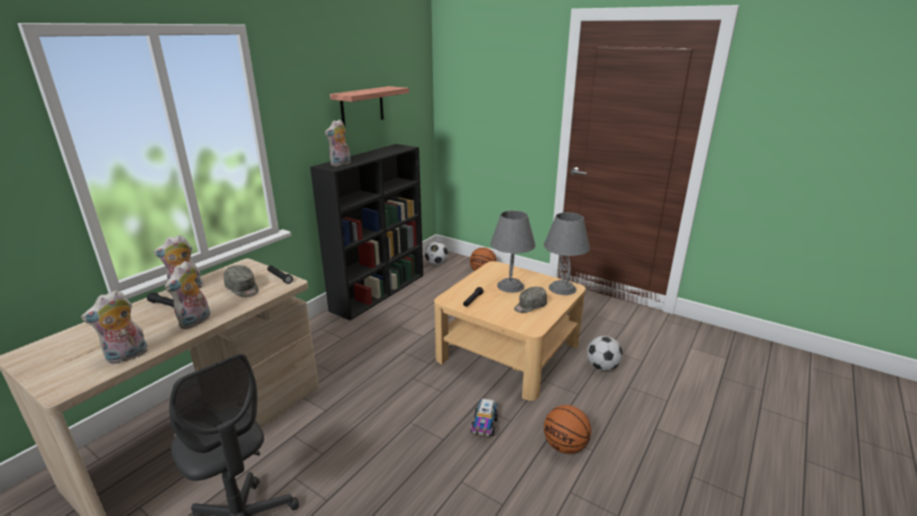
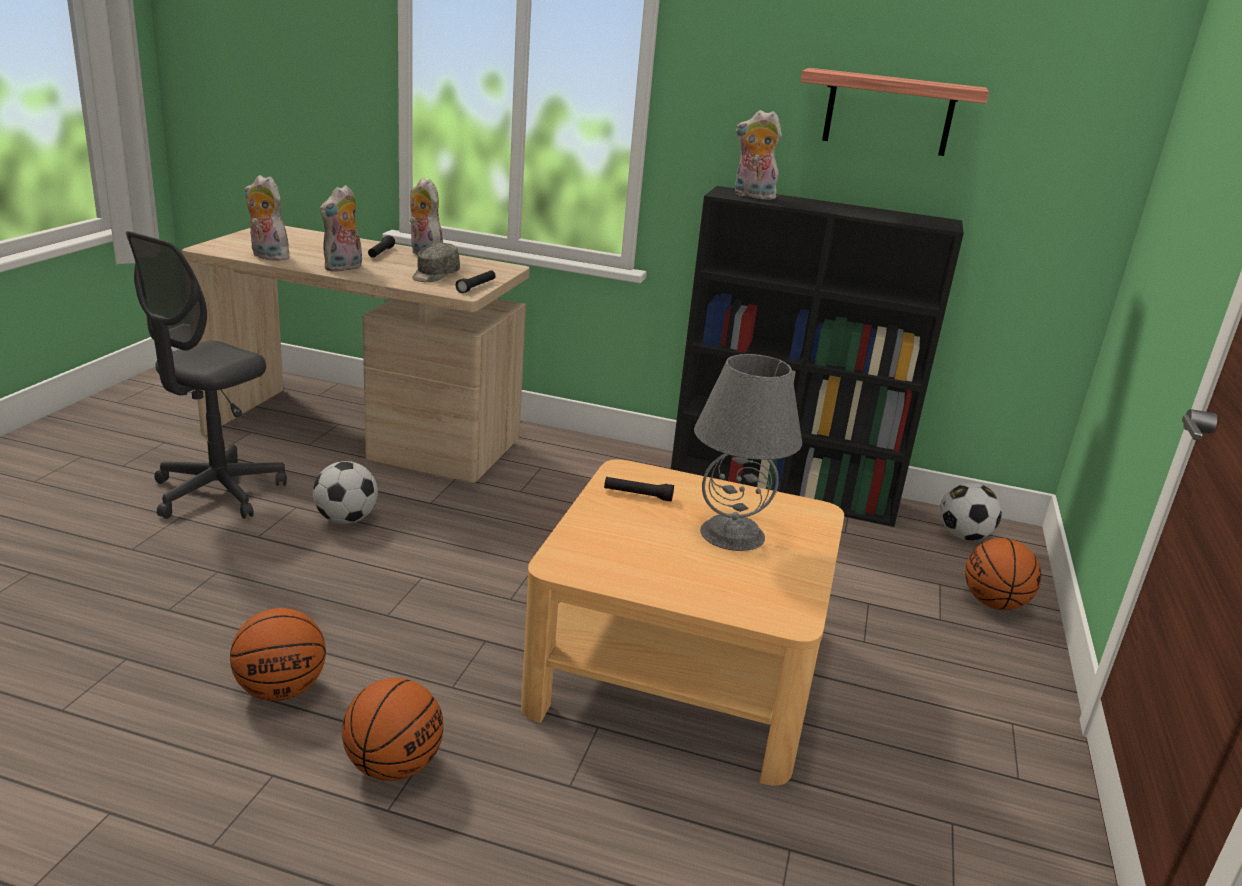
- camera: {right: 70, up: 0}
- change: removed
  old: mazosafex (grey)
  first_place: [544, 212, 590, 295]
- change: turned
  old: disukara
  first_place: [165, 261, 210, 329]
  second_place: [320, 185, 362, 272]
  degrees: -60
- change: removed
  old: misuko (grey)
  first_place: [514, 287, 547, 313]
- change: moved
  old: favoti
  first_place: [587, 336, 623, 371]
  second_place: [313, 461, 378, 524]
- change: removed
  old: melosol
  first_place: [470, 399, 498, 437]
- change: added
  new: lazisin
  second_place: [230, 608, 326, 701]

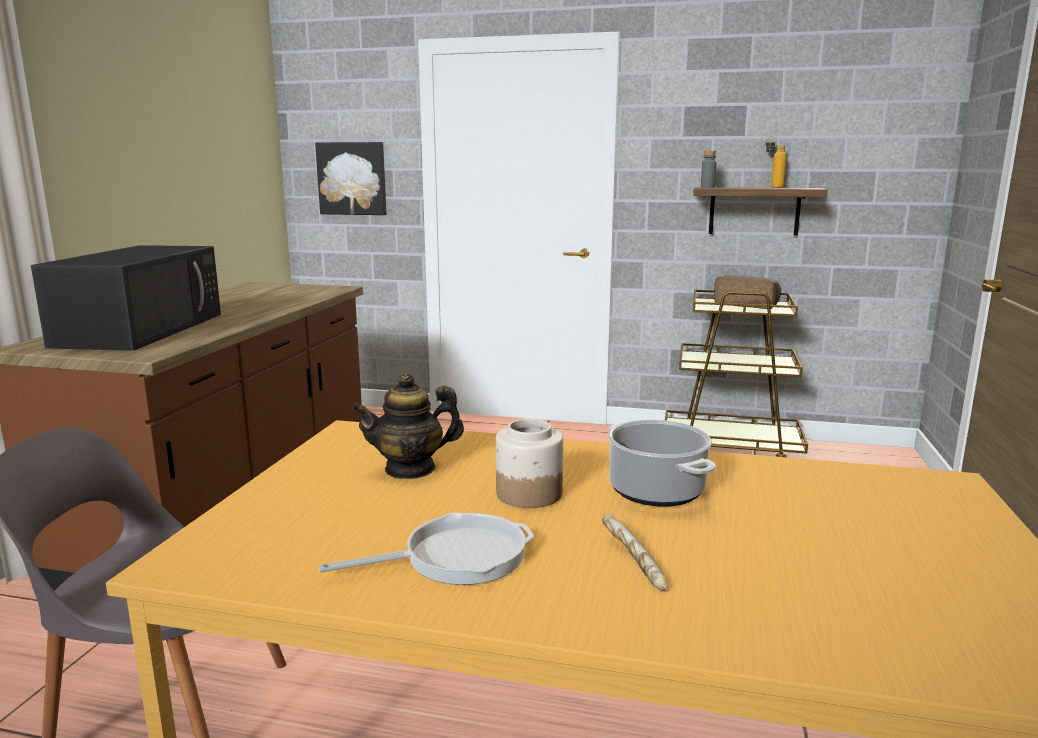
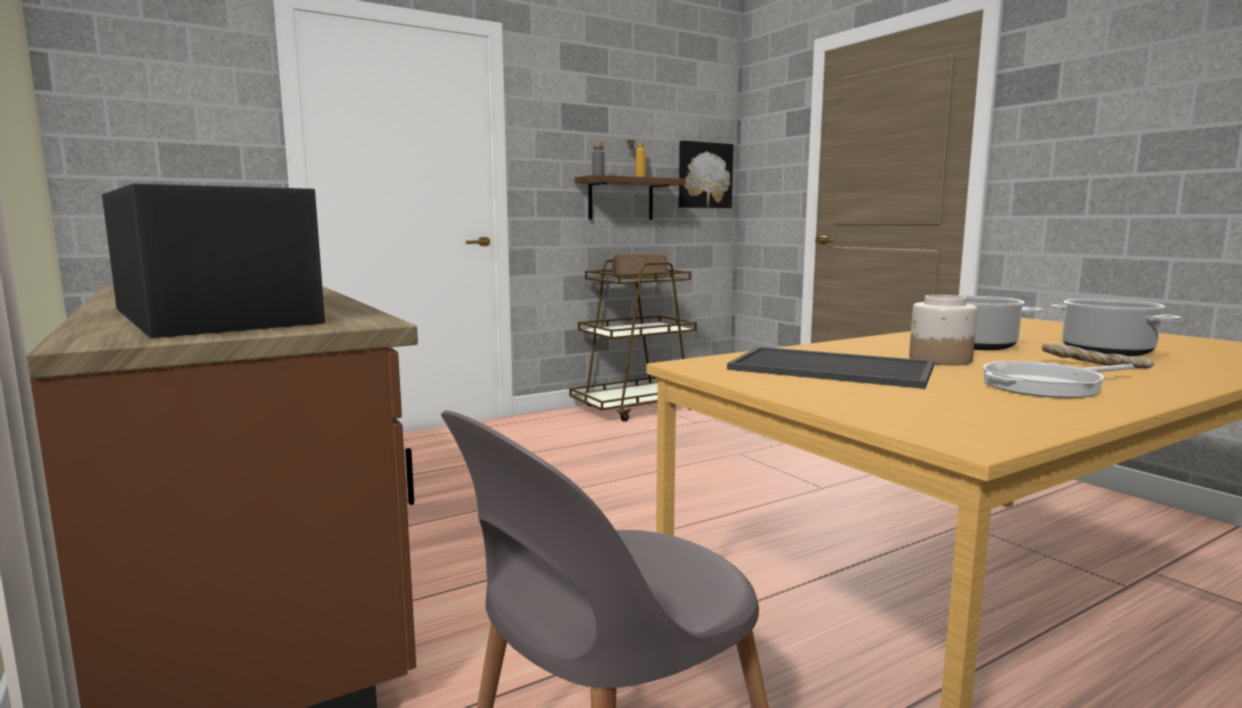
- camera: {right: -45, up: -5}
- change: moved
  old: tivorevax
  first_place: [315, 142, 386, 215]
  second_place: [679, 140, 733, 208]
- change: replaced
  old: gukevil
  new: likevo
  first_place: [352, 373, 464, 479]
  second_place: [727, 347, 934, 389]
- change: turned
  old: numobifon
  first_place: [319, 512, 534, 585]
  second_place: [983, 361, 1134, 398]
  degrees: -135
- change: added
  new: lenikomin
  second_place: [1051, 299, 1182, 356]

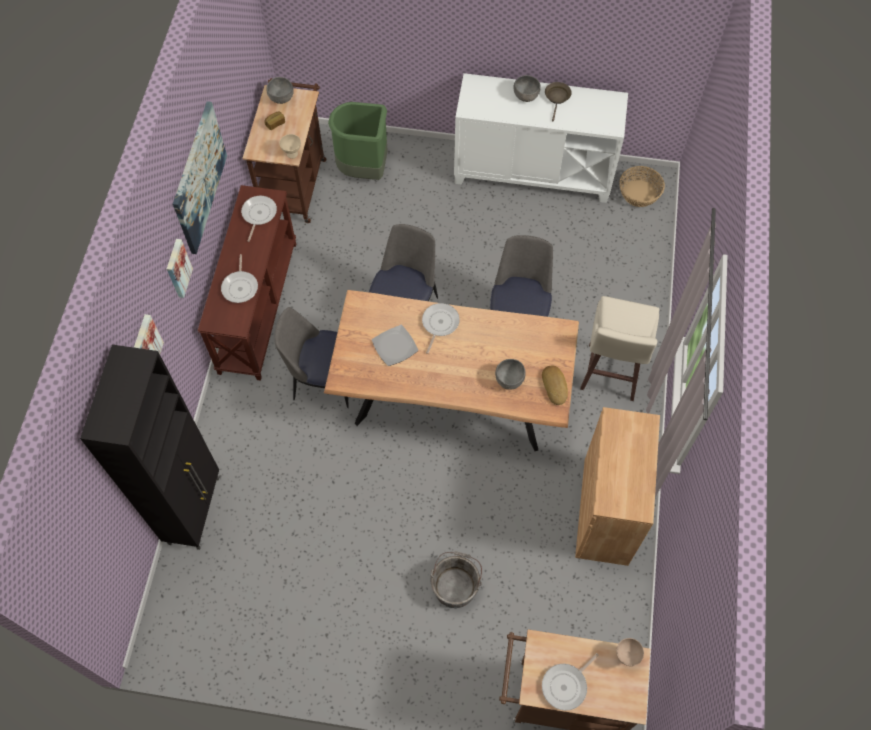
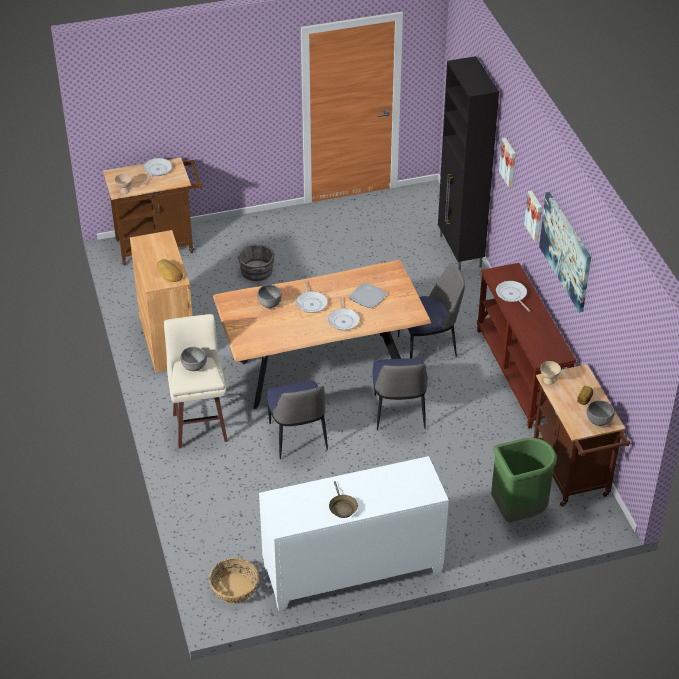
- camera: {right: 155, up: -20}
- change: moved
  old: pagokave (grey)
  first_place: [514, 75, 541, 102]
  second_place: [180, 347, 207, 371]
- change: moved
  old: numobifon
  first_place: [241, 196, 277, 242]
  second_place: [296, 281, 328, 313]
- change: moved
  old: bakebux
  first_place: [542, 366, 568, 405]
  second_place: [157, 259, 183, 282]

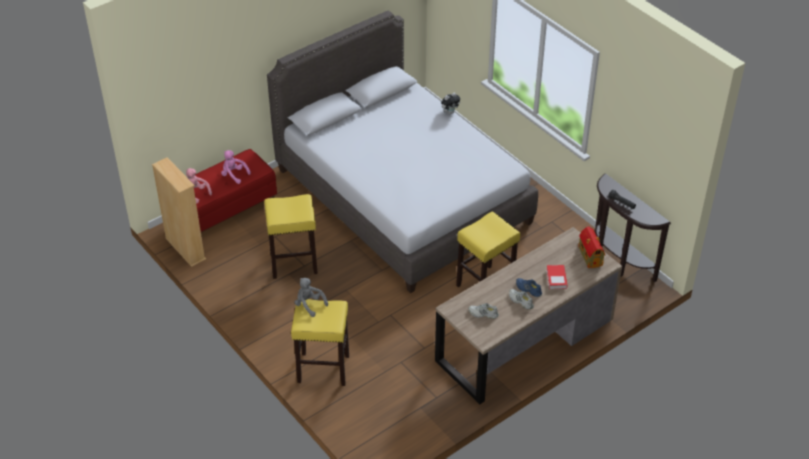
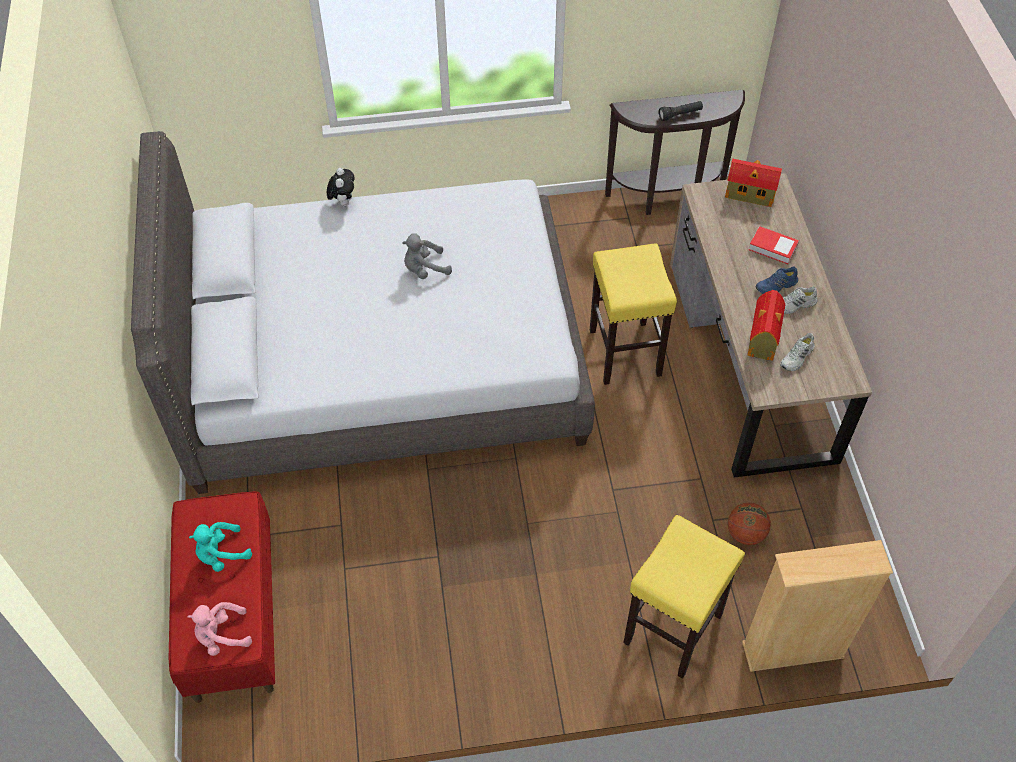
- camera: {right: -60, up: 10}
- change: recoloured
  old: disukara (pink)
  new: disukara (turquoise)
  first_place: [221, 150, 251, 184]
  second_place: [189, 522, 252, 572]
- change: moved
  old: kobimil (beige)
  first_place: [152, 158, 206, 267]
  second_place: [742, 540, 893, 672]
- change: removed
  old: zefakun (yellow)
  first_place: [264, 194, 318, 279]
- change: moved
  old: disukara (grey)
  first_place: [294, 278, 328, 317]
  second_place: [402, 233, 452, 279]
- change: added
  new: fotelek
  second_place: [748, 290, 785, 361]
- change: added
  new: lazisin
  second_place: [728, 503, 771, 545]

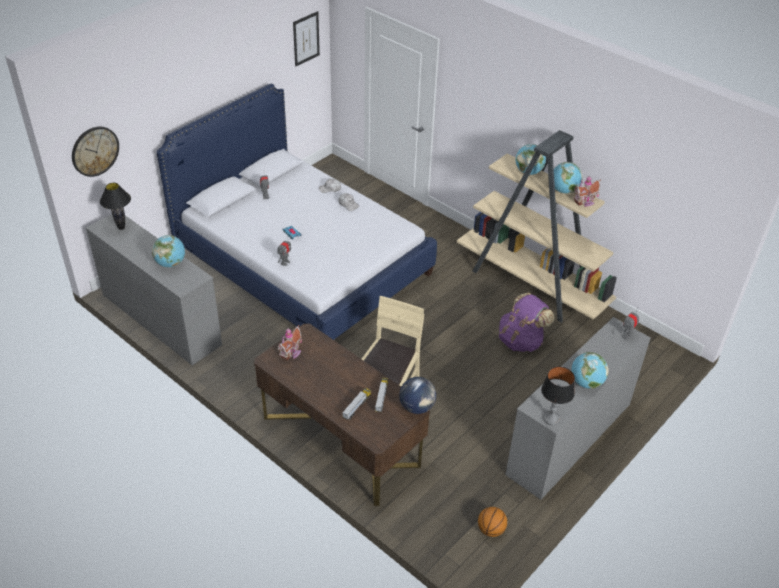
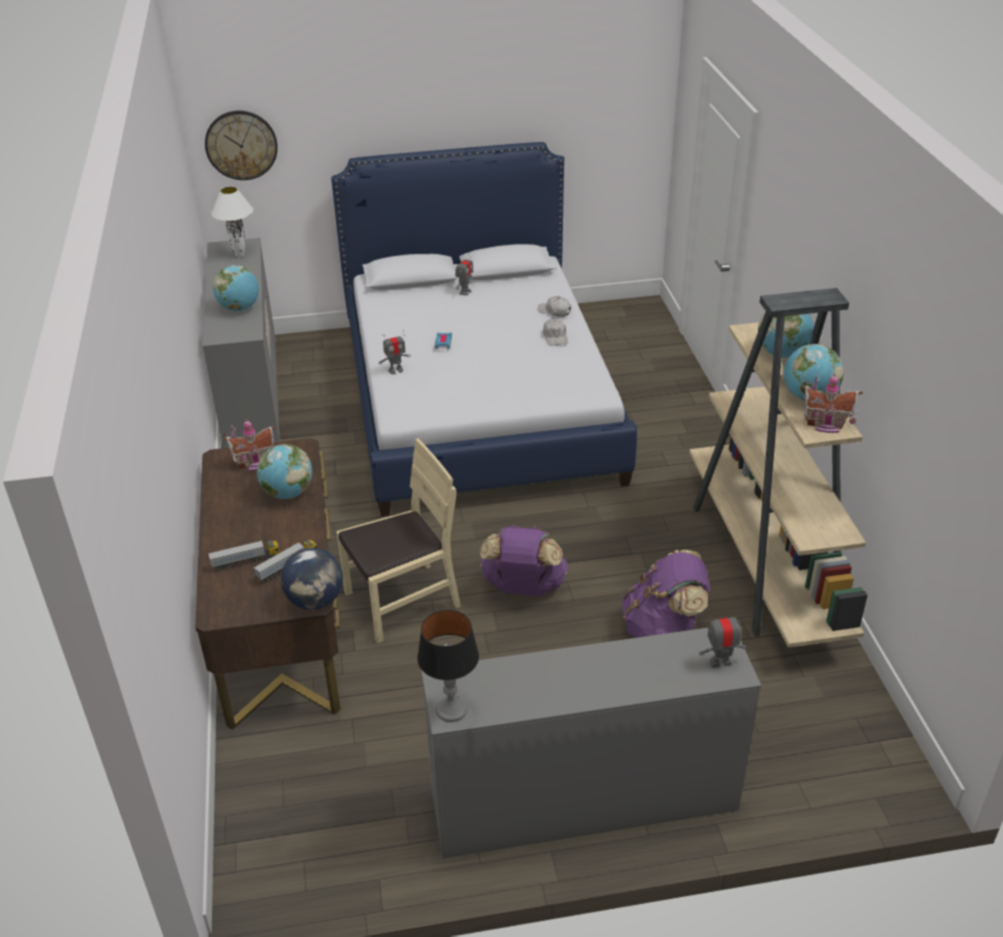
- camera: {right: 40, up: -5}
- change: removed
  old: tivorevax
  first_place: [293, 11, 320, 67]
- change: recoloured
  old: mazosafex (black)
  new: mazosafex (white)
  first_place: [100, 183, 131, 230]
  second_place: [211, 186, 253, 257]
- change: moved
  old: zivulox
  first_place: [571, 352, 609, 389]
  second_place: [257, 444, 312, 499]
- change: removed
  old: lazisin
  first_place: [478, 507, 507, 537]
- change: added
  new: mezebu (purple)
  second_place: [480, 525, 569, 596]

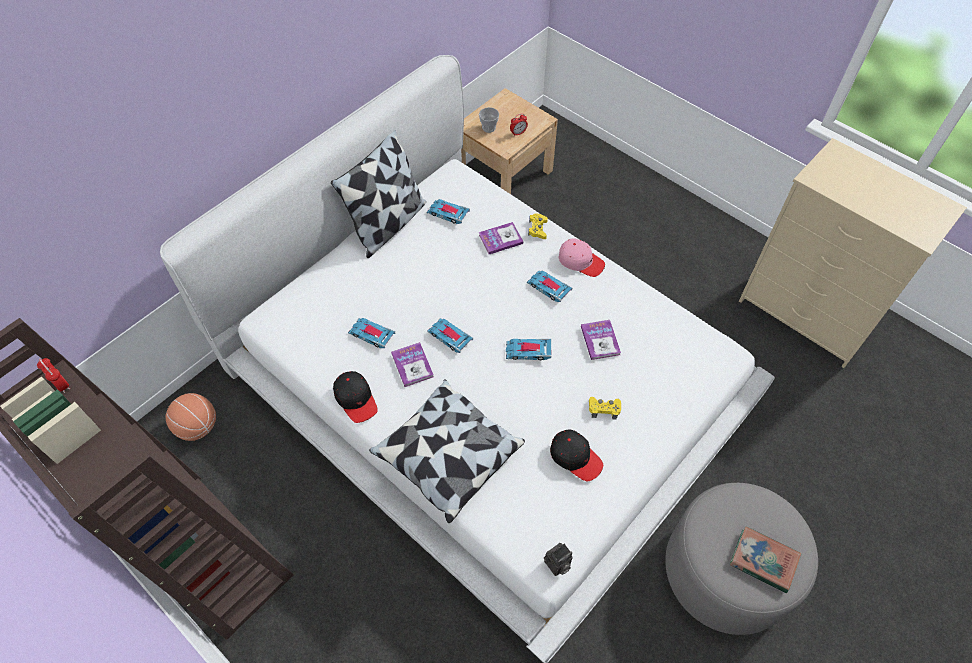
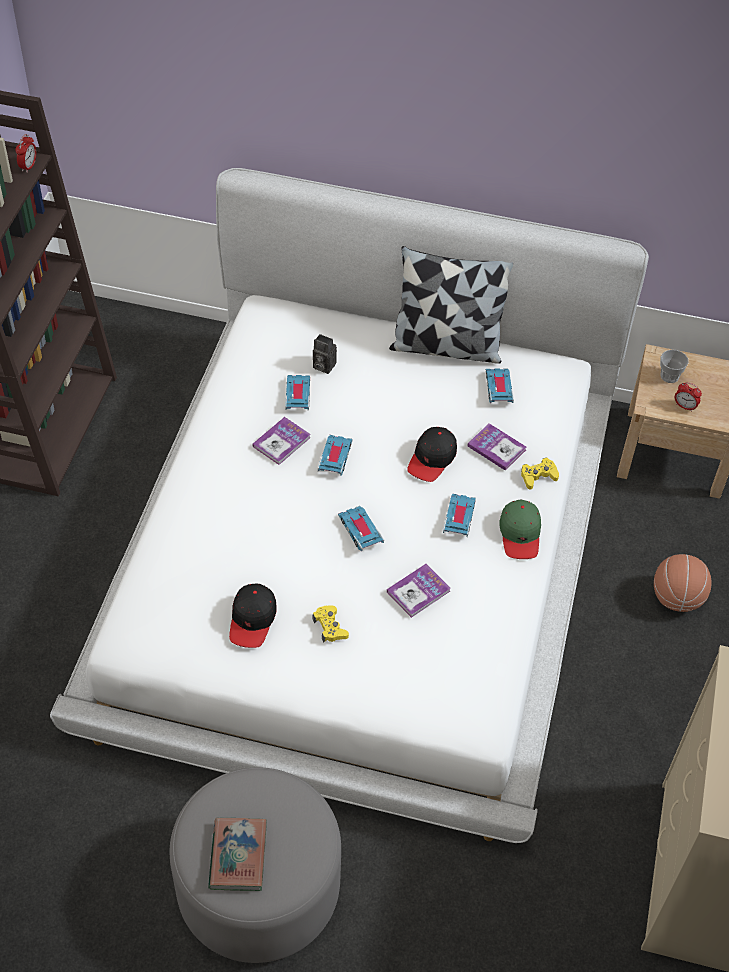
- camera: {right: 60, up: -5}
- change: recoloured
  old: misuko (pink)
  new: misuko (green)
  first_place: [559, 238, 605, 277]
  second_place: [499, 499, 541, 559]
- change: moved
  old: misuko (black)
  first_place: [333, 371, 378, 423]
  second_place: [407, 427, 457, 482]
- change: removed
  old: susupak
  first_place: [369, 379, 525, 523]
- change: moved
  old: lazisin
  first_place: [166, 393, 216, 441]
  second_place: [654, 554, 712, 612]
- change: moved
  old: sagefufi
  first_place: [544, 543, 572, 576]
  second_place: [313, 334, 337, 374]

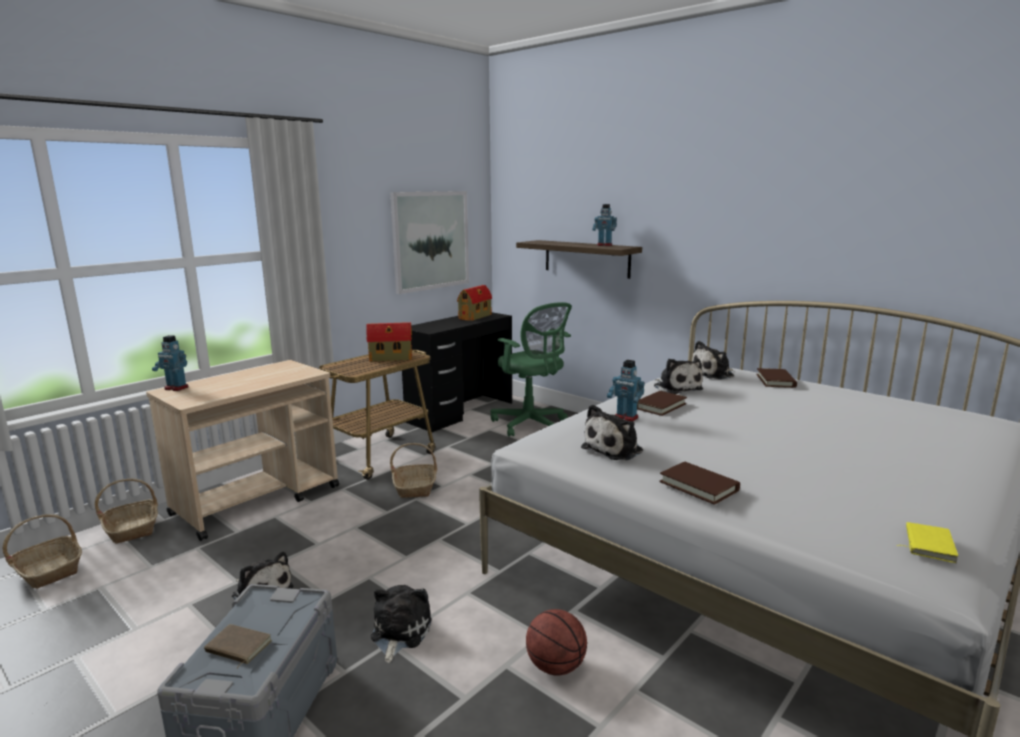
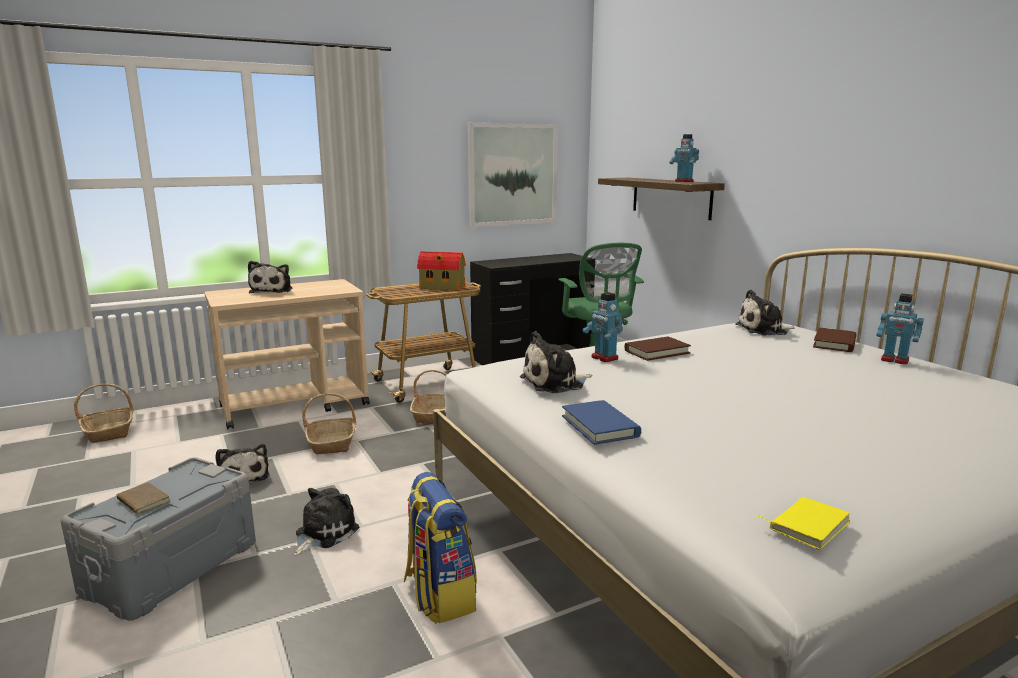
- camera: {right: 20, up: 0}
- change: removed
  old: fotelek
  first_place: [457, 285, 492, 321]
- change: moved
  old: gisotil
  first_place: [152, 335, 188, 391]
  second_place: [876, 294, 924, 364]
- change: moved
  old: disukara
  first_place: [654, 359, 703, 394]
  second_place: [248, 261, 292, 293]
- change: recoloured
  old: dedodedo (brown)
  new: dedodedo (blue)
  first_place: [659, 462, 740, 505]
  second_place: [562, 400, 641, 445]
- change: moved
  old: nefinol
  first_place: [95, 479, 158, 543]
  second_place: [302, 393, 356, 454]
- change: replaced
  old: lazisin
  new: mezebu
  first_place: [526, 609, 587, 676]
  second_place: [404, 472, 477, 624]

